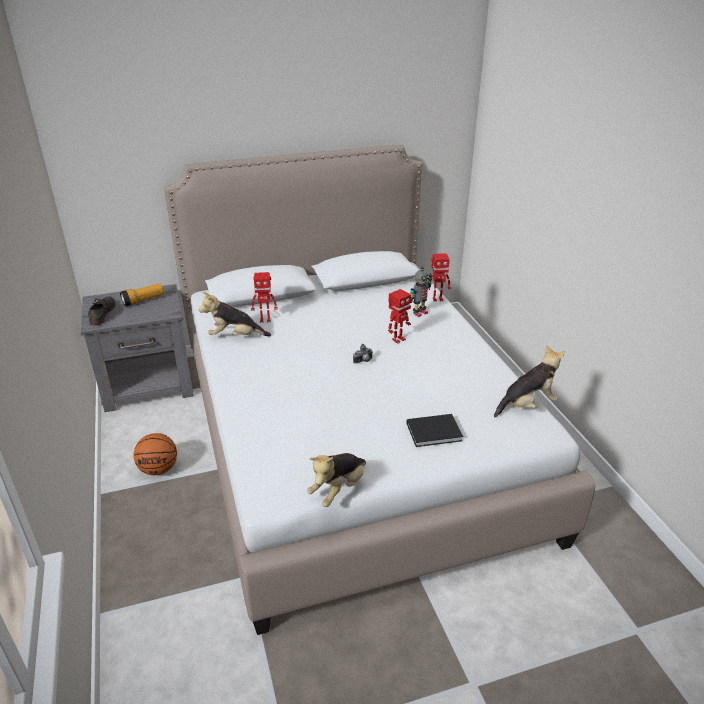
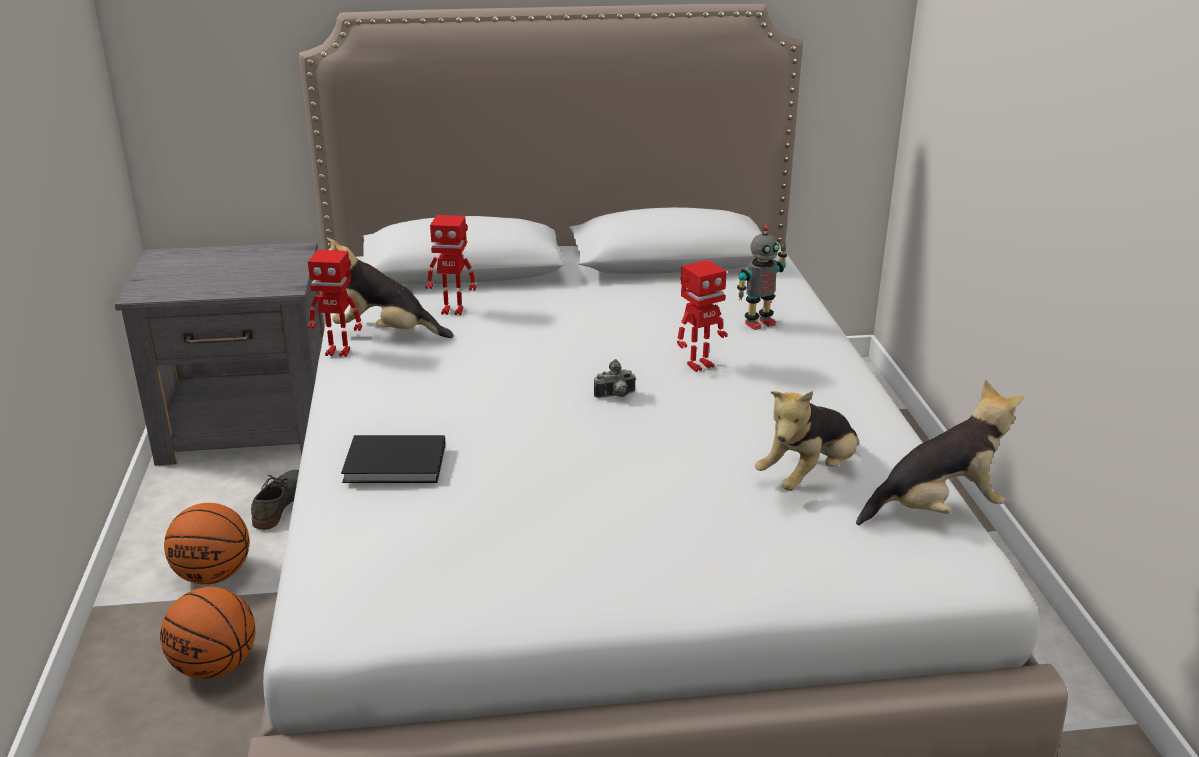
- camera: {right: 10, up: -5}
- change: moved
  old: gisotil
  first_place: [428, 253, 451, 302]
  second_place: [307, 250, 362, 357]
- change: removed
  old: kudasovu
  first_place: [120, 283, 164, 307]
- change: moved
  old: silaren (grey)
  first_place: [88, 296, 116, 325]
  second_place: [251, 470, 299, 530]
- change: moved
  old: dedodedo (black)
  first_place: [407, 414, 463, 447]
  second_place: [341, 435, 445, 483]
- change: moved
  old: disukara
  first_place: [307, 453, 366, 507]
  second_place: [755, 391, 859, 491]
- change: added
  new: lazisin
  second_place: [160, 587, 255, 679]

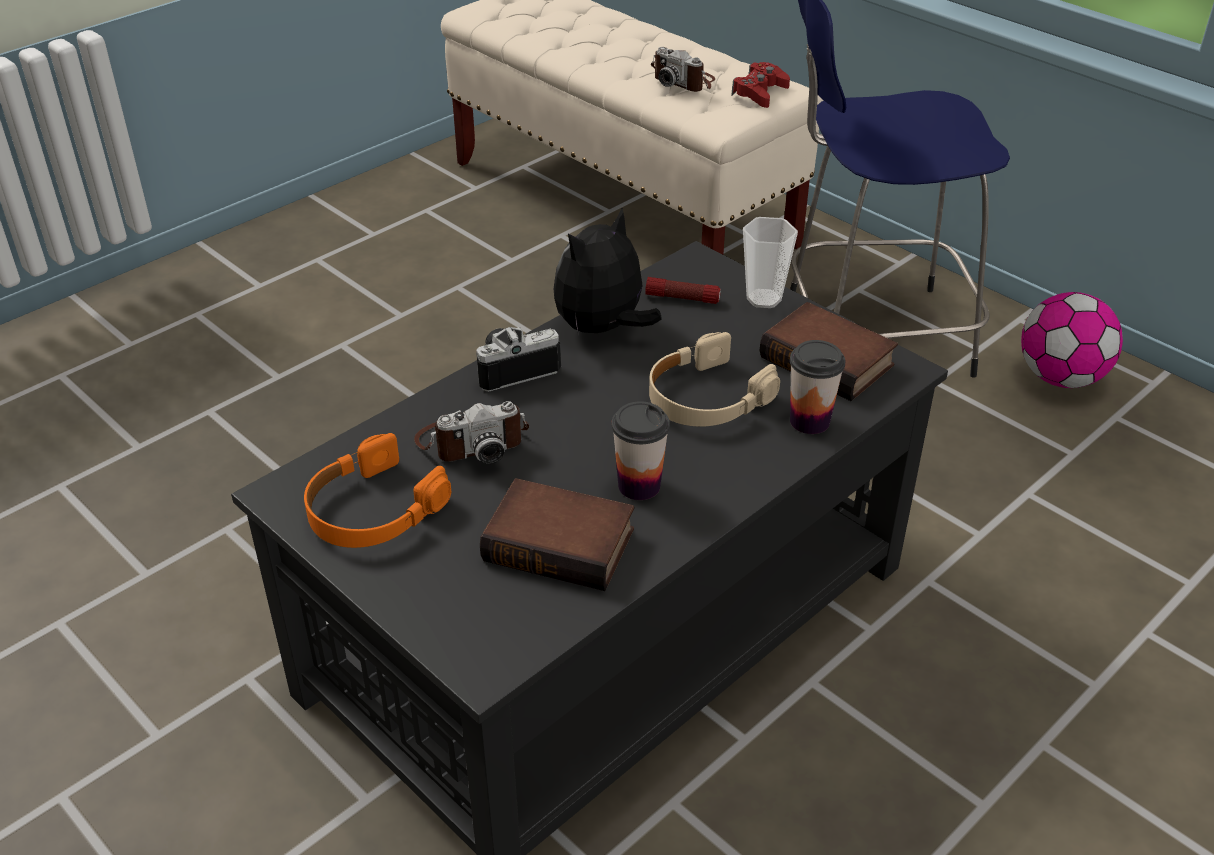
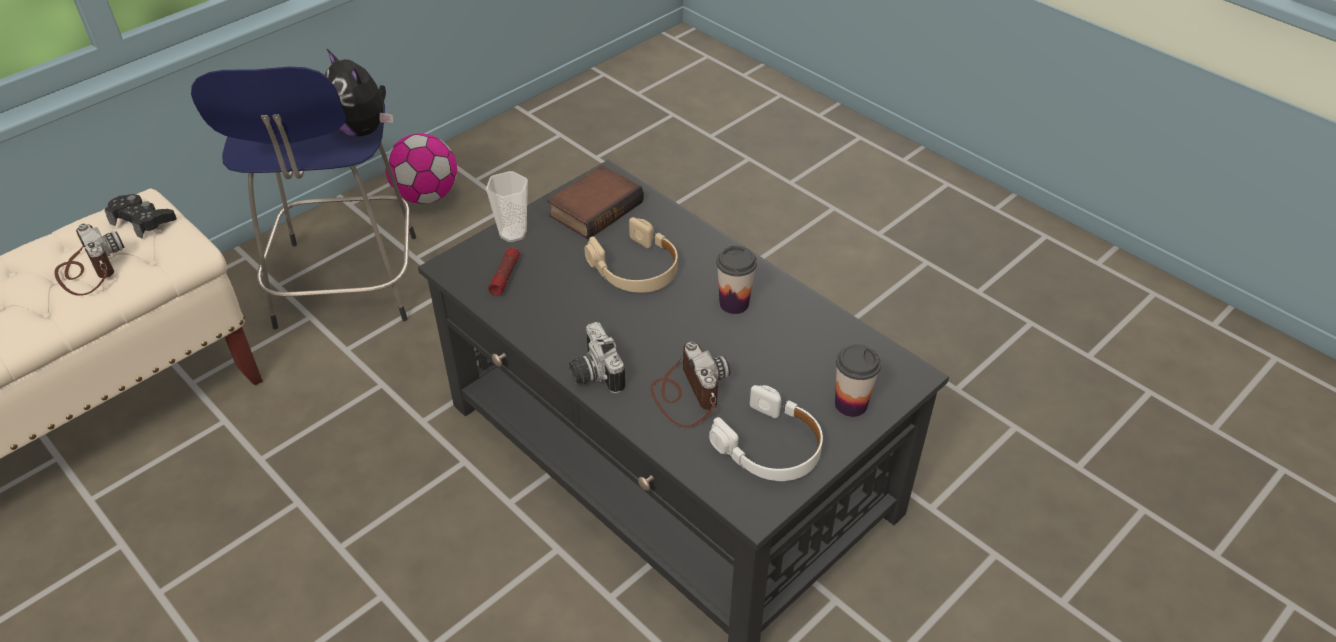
- camera: {right: -90, up: 5}
- change: turned
  old: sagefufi
  first_place: [651, 47, 715, 92]
  second_place: [54, 223, 125, 296]
  degrees: -75
- change: recoloured
  old: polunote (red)
  new: polunote (black)
  first_place: [732, 62, 790, 108]
  second_place: [105, 194, 177, 238]
- change: moved
  old: disukara
  first_place: [554, 208, 662, 336]
  second_place: [324, 48, 394, 137]
- change: moved
  old: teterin
  first_place: [790, 340, 845, 434]
  second_place: [835, 344, 881, 417]
- change: recoloured
  old: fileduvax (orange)
  new: fileduvax (white)
  first_place: [304, 433, 451, 548]
  second_place: [709, 385, 823, 481]
- change: removed
  old: dedodedo
  first_place: [480, 478, 634, 591]

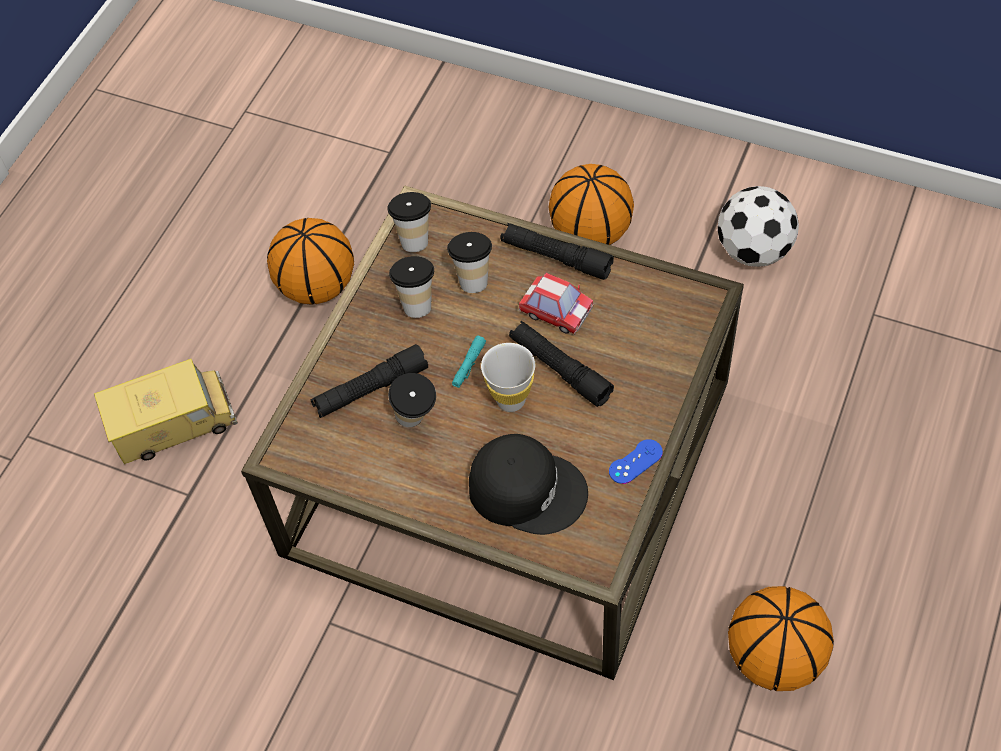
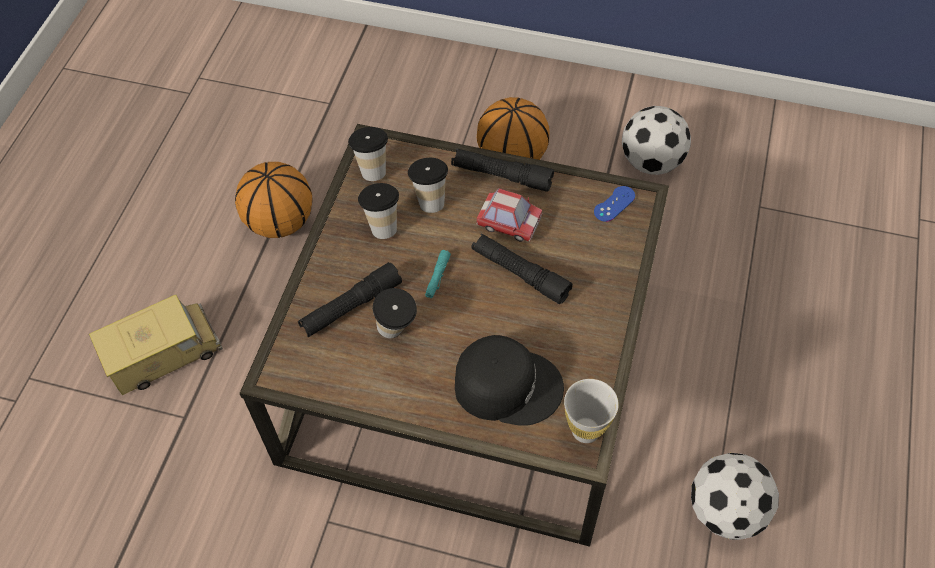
- camera: {right: -10, up: 0}
- change: moved
  old: teterin (white)
  first_place: [481, 343, 535, 412]
  second_place: [564, 379, 619, 443]
- change: moved
  old: polunote (blue)
  first_place: [609, 439, 663, 484]
  second_place: [594, 186, 635, 222]
- change: replaced
  old: lazisin
  new: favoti
  first_place: [728, 586, 834, 691]
  second_place: [691, 453, 779, 540]

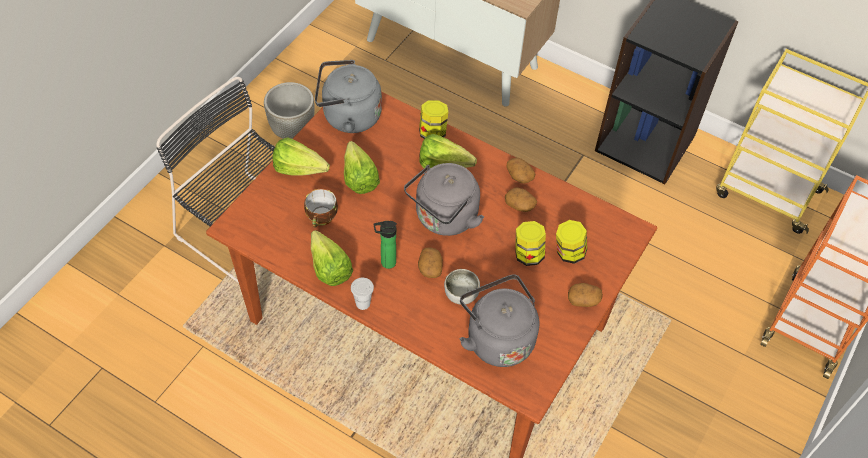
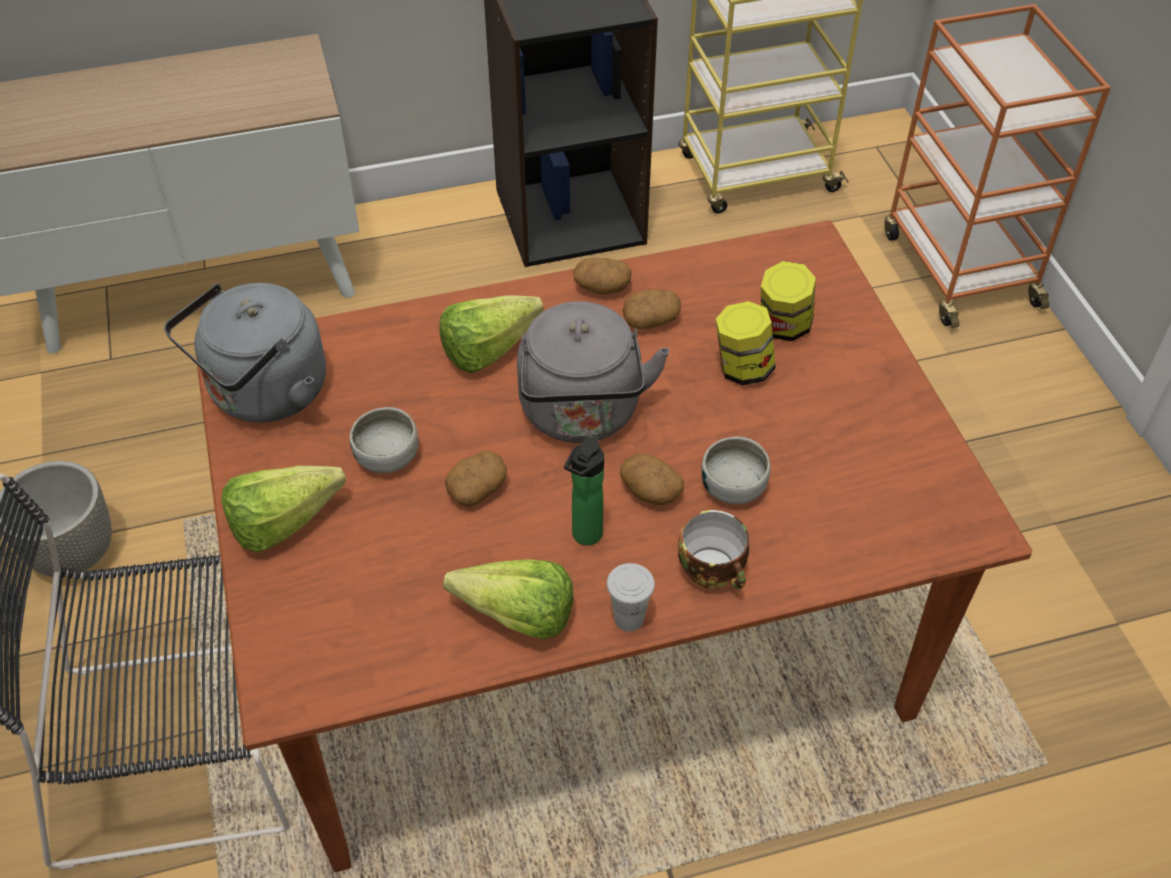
- camera: {right: -45, up: -5}
- change: removed
  old: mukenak
  first_place: [419, 100, 448, 139]
- change: replaced
  old: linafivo
  new: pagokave
  first_place: [344, 141, 380, 194]
  second_place: [349, 407, 419, 473]
- change: moved
  old: teterin
  first_place: [304, 189, 338, 227]
  second_place: [678, 510, 749, 589]
- change: removed
  old: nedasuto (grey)
  first_place: [459, 274, 539, 367]
- change: moved
  old: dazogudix
  first_place: [568, 283, 603, 307]
  second_place: [445, 451, 507, 507]

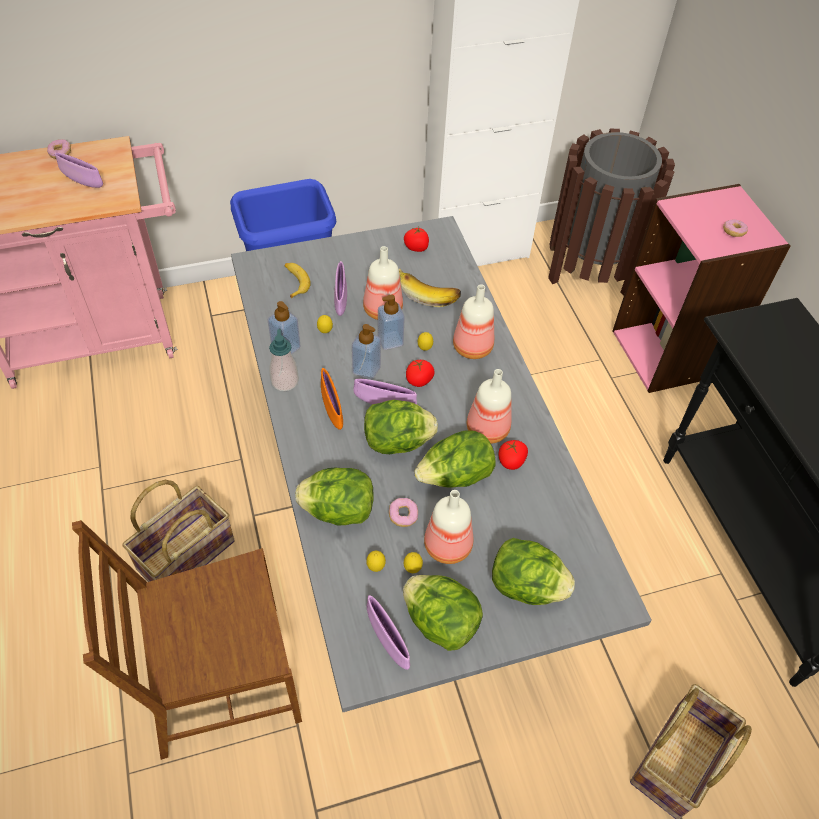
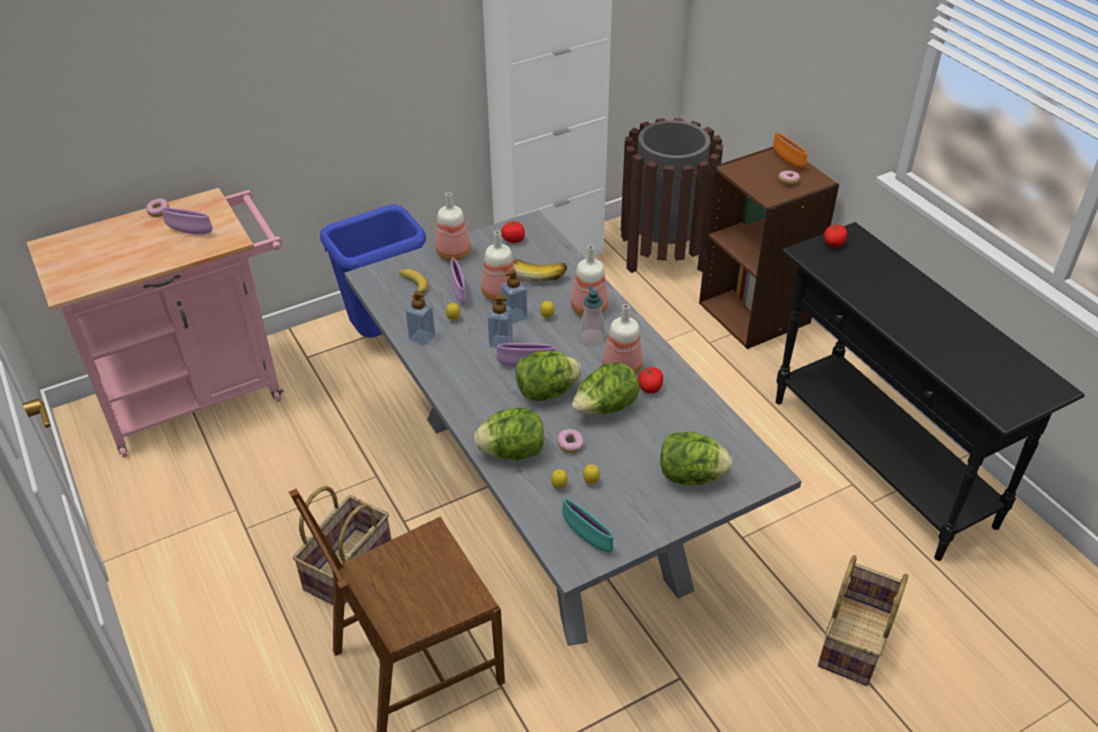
- camera: {right: -10, up: -10}
- change: recoloured
  old: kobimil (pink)
  new: kobimil (brown)
  first_place: [613, 184, 791, 393]
  second_place: [699, 147, 839, 349]
- change: moved
  old: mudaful
  first_place: [269, 329, 299, 391]
  second_place: [580, 286, 605, 345]
- change: moved
  old: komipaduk
  first_place: [406, 360, 435, 387]
  second_place: [824, 225, 847, 248]
- change: moved
  old: pagokave (orange)
  first_place: [321, 368, 343, 430]
  second_place: [773, 132, 807, 169]
- change: moved
  old: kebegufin
  first_place: [424, 490, 473, 564]
  second_place: [436, 192, 471, 261]
- change: removed
  old: linafivo
  first_place: [403, 575, 483, 651]
- change: recoloured
  old: pagokave (purple)
  new: pagokave (turquoise)
  first_place: [367, 595, 410, 670]
  second_place: [562, 499, 613, 552]

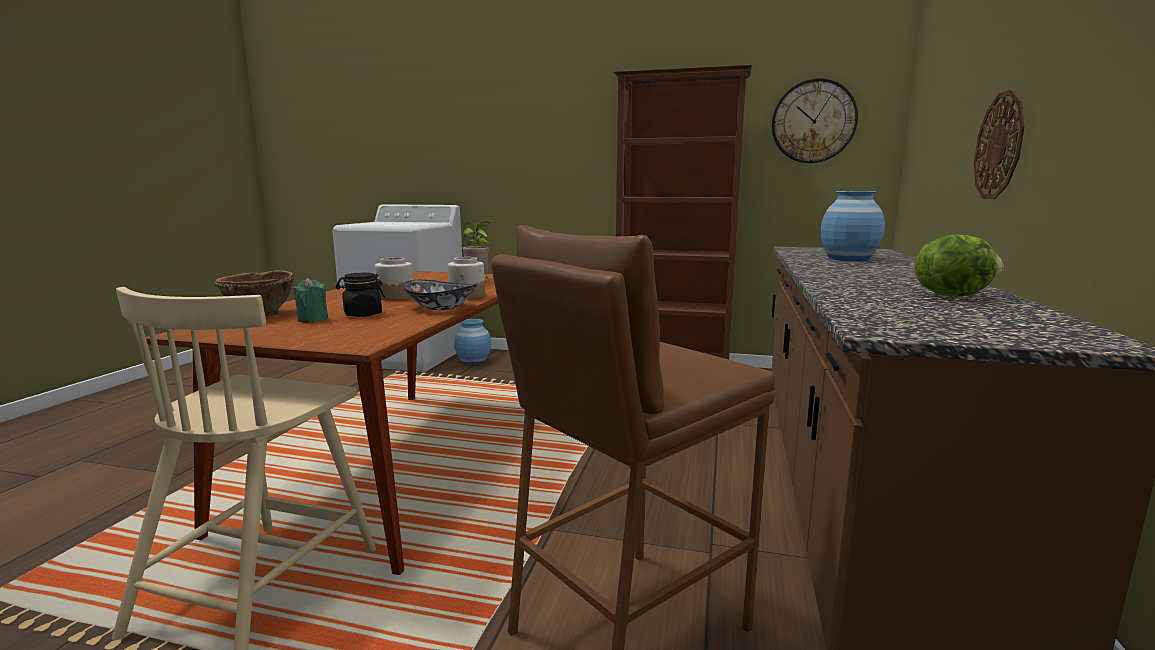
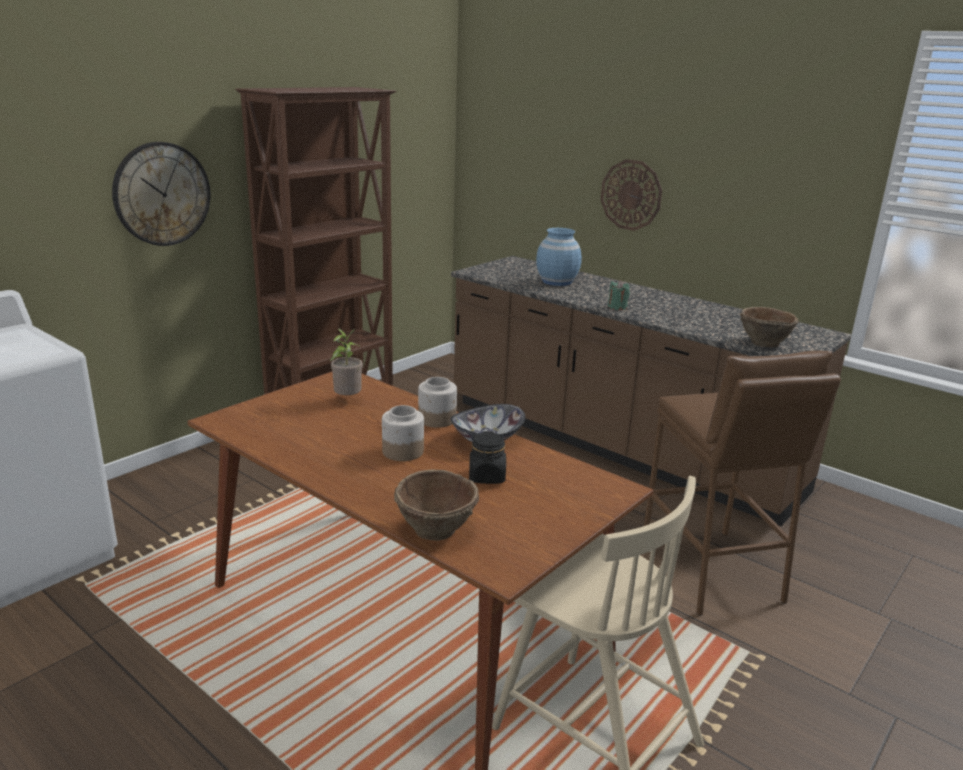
- camera: {right: -65, up: 10}
- change: moved
  old: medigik
  first_place: [772, 78, 858, 163]
  second_place: [112, 142, 210, 246]
- change: removed
  old: linafivo
  first_place: [914, 234, 1004, 296]
- change: moved
  old: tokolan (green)
  first_place: [293, 278, 328, 323]
  second_place: [608, 280, 630, 310]
- change: removed
  old: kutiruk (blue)
  first_place: [454, 319, 491, 365]
- change: added
  new: pagokave (brown)
  second_place: [740, 307, 799, 347]

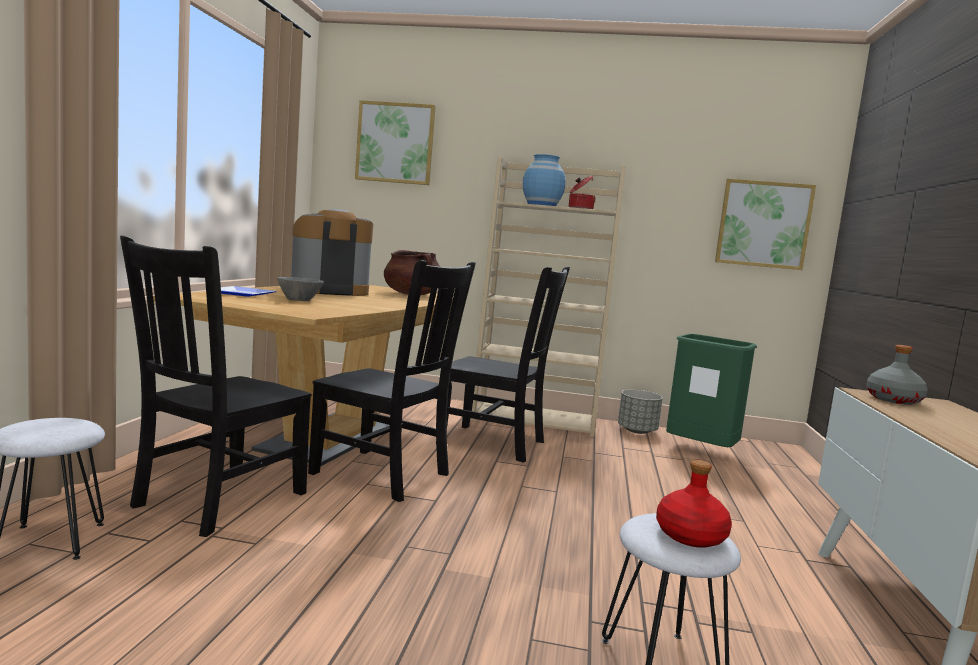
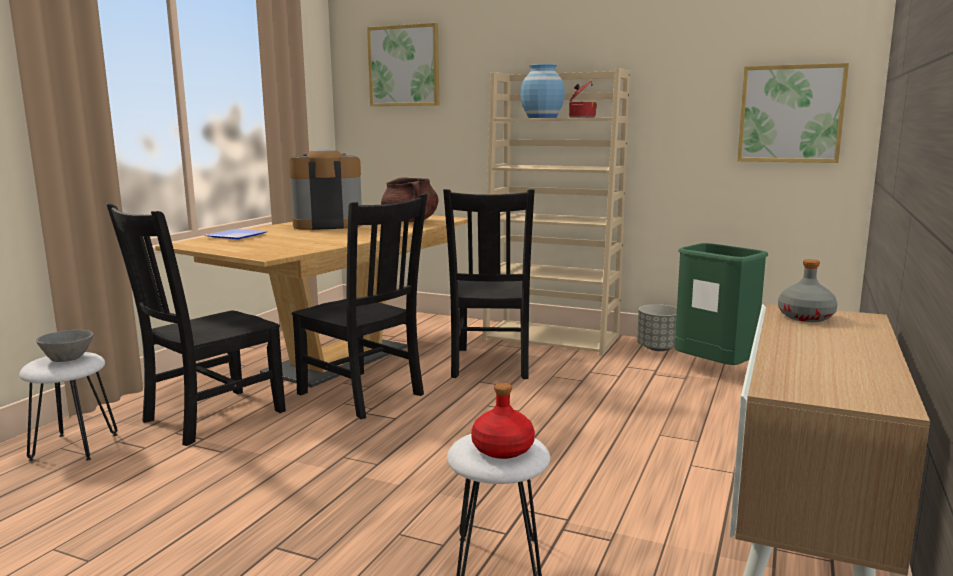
- camera: {right: 15, up: 5}
- change: turned
  old: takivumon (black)
  first_place: [447, 267, 570, 463]
  second_place: [443, 189, 535, 379]
  degrees: 60
- change: moved
  old: pagokave (grey)
  first_place: [277, 277, 324, 301]
  second_place: [36, 330, 94, 362]

